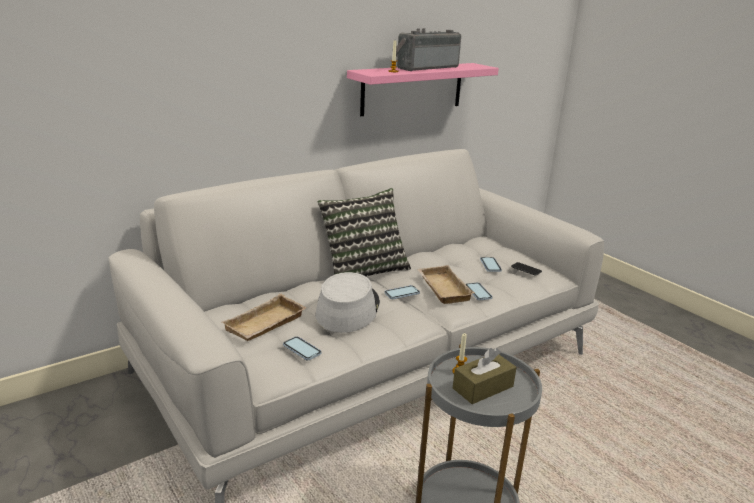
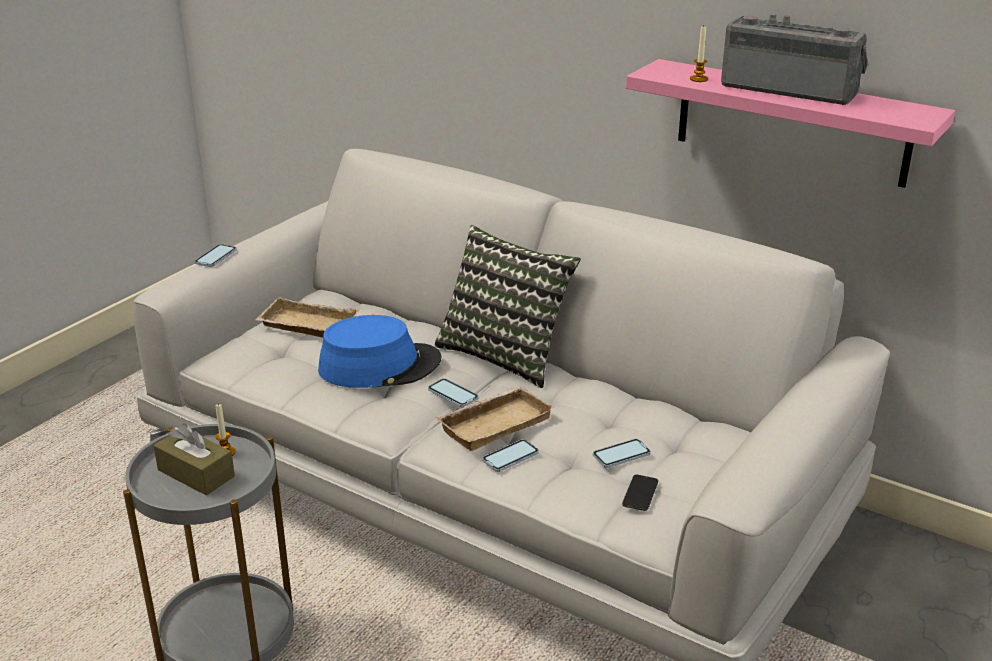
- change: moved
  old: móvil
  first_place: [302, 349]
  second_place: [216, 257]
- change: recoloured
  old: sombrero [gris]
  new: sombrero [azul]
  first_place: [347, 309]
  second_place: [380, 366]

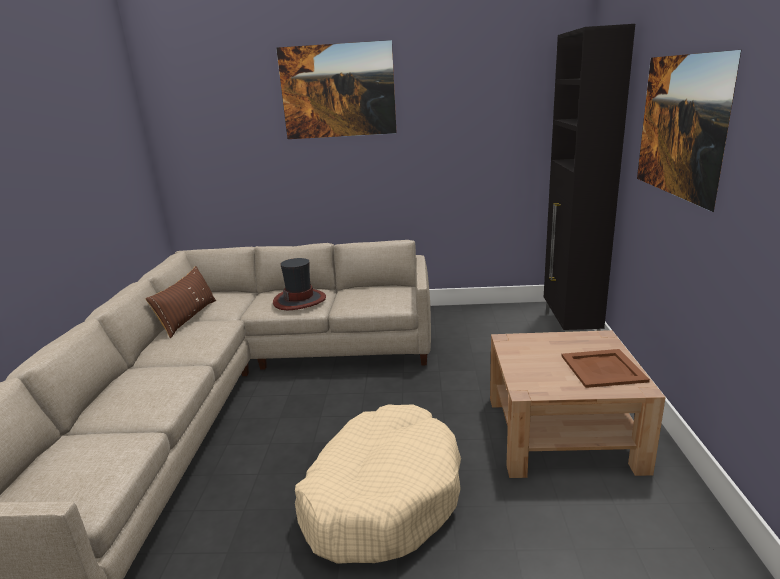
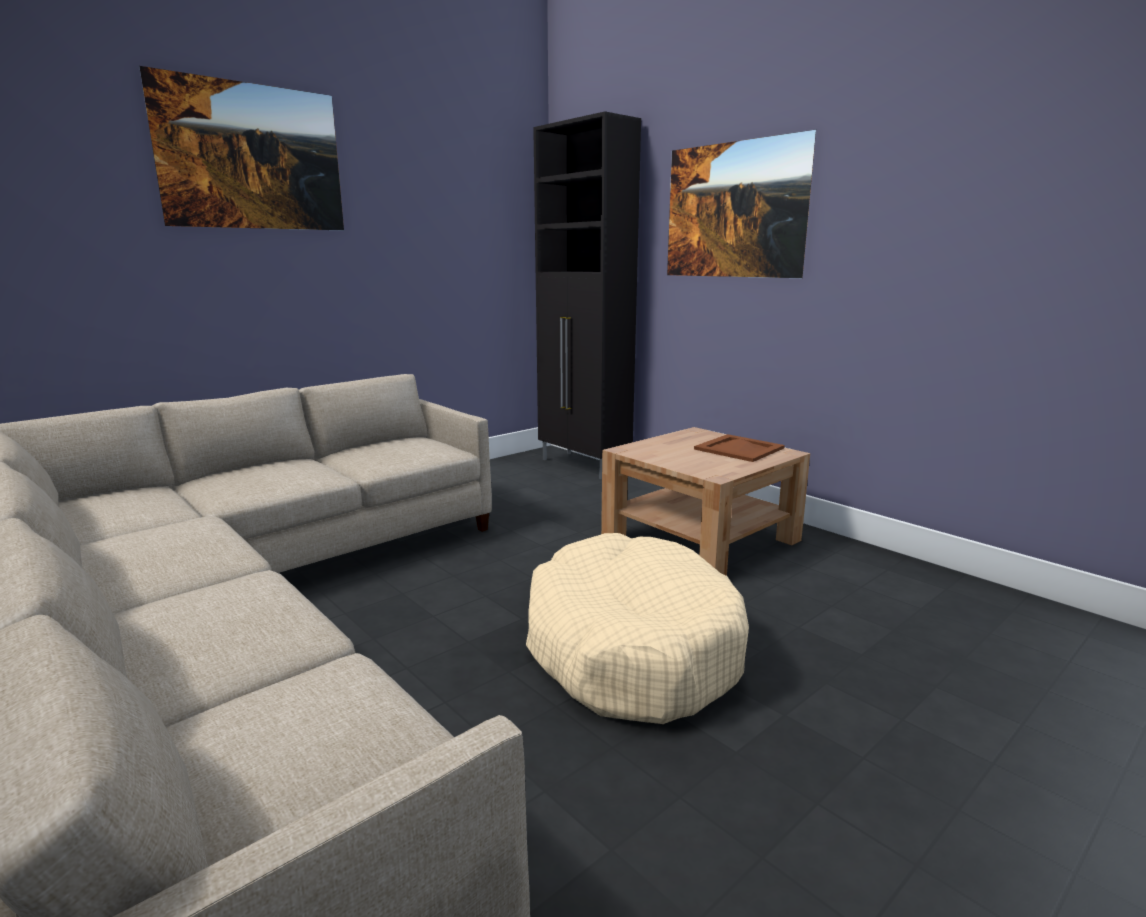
- change: removed
  old: cojín [marrón]
  first_place: [188, 318]
- change: removed
  old: sombrero
  first_place: [300, 300]

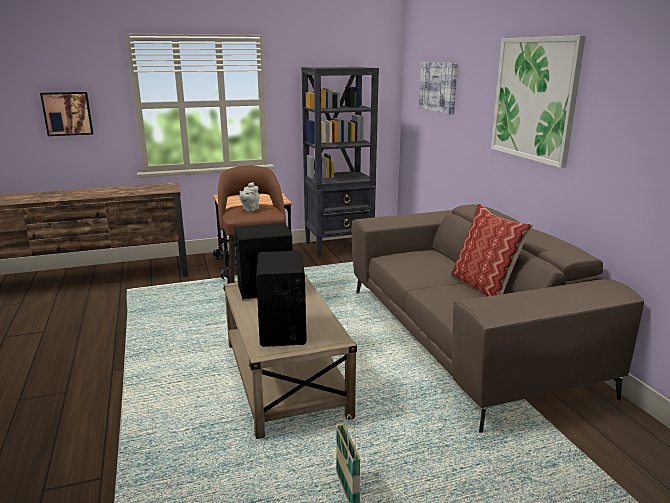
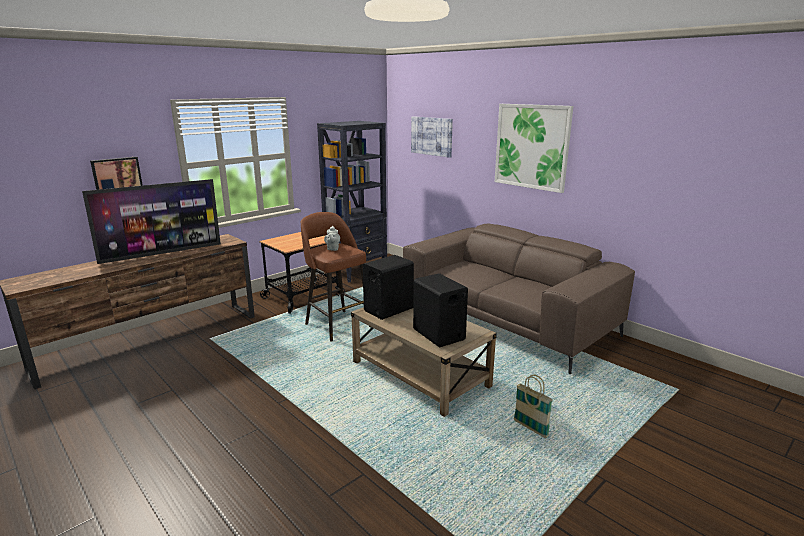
- change: removed
  old: cojín
  first_place: [484, 287]
- change: added
  new: televisor
  second_place: [162, 253]

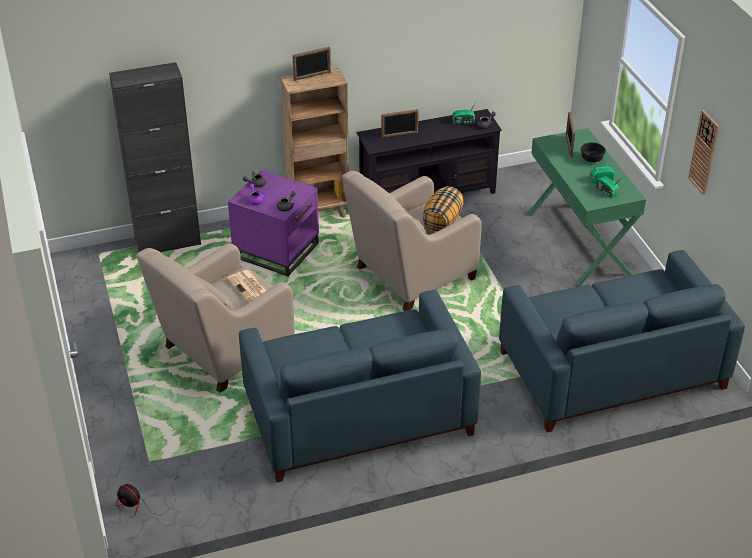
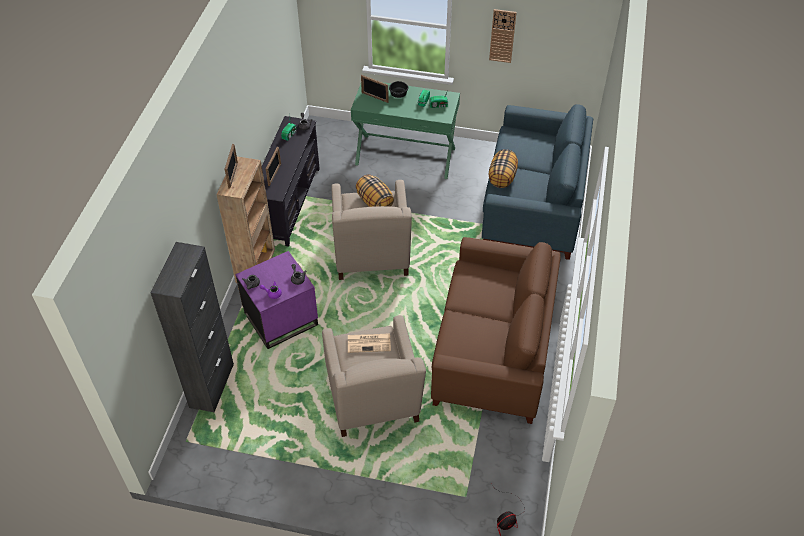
- change: recoloured
  old: sofá [azul]
  new: sofá [marrón]
  first_place: [357, 414]
  second_place: [493, 348]
- change: added
  new: cojín
  second_place: [502, 177]

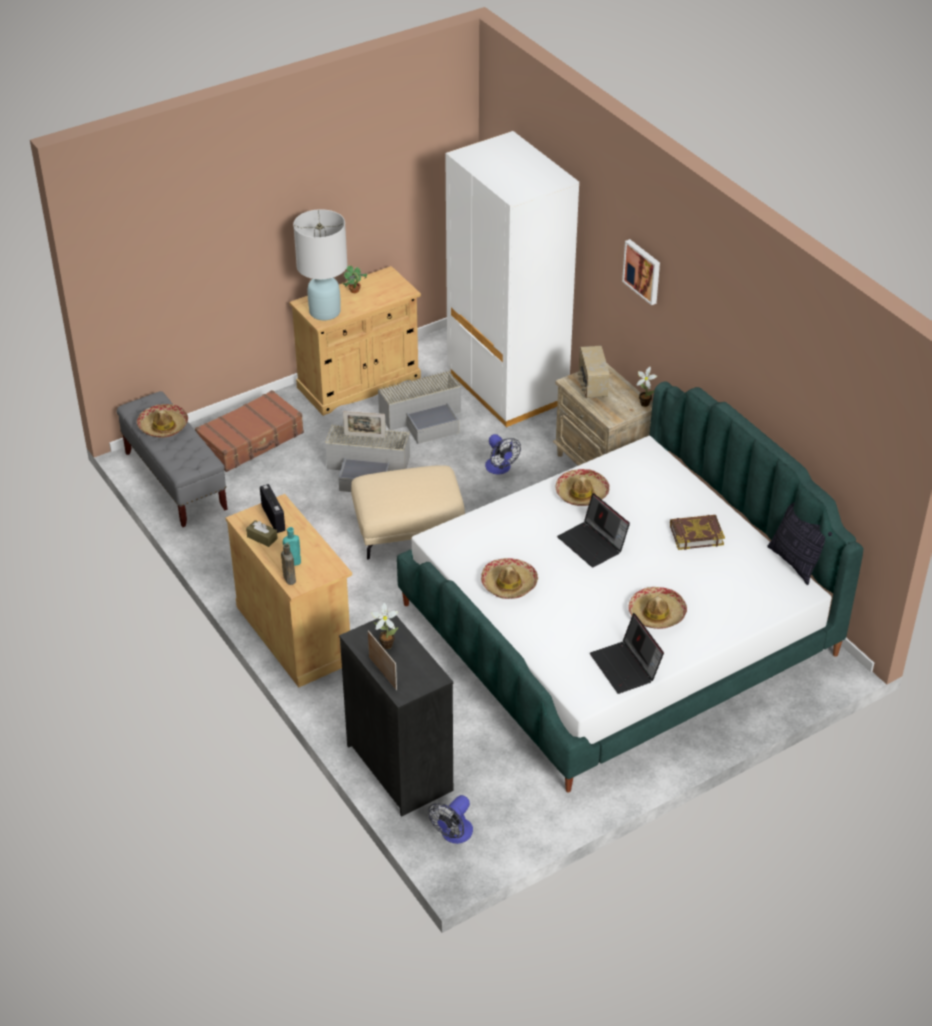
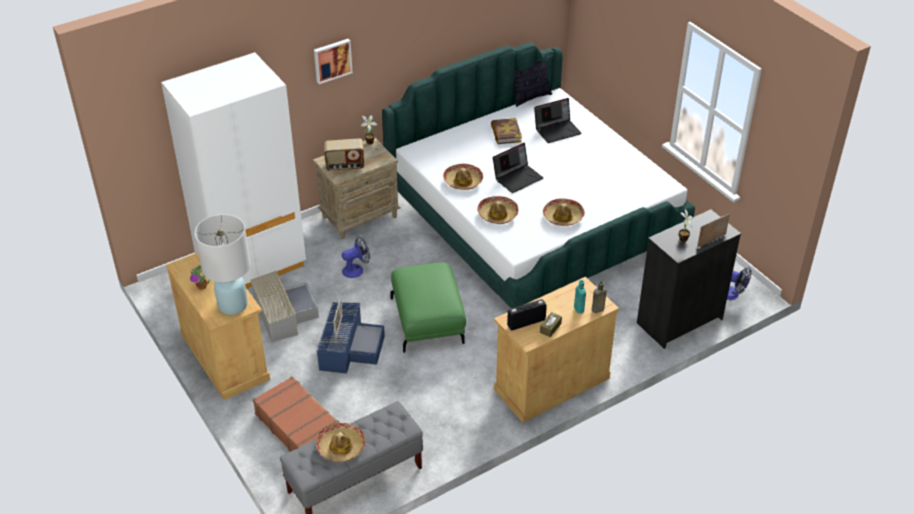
- change: recoloured
  old: caja de almacenaje [gris]
  new: caja de almacenaje [azul]
  first_place: [368, 469]
  second_place: [349, 346]
- change: recoloured
  old: puf [beis]
  new: puf [verde]
  first_place: [408, 530]
  second_place: [428, 321]
- change: moved
  old: portátil
  first_place: [626, 667]
  second_place: [557, 130]
- change: moved
  old: sombrero
  first_place: [656, 614]
  second_place: [497, 214]

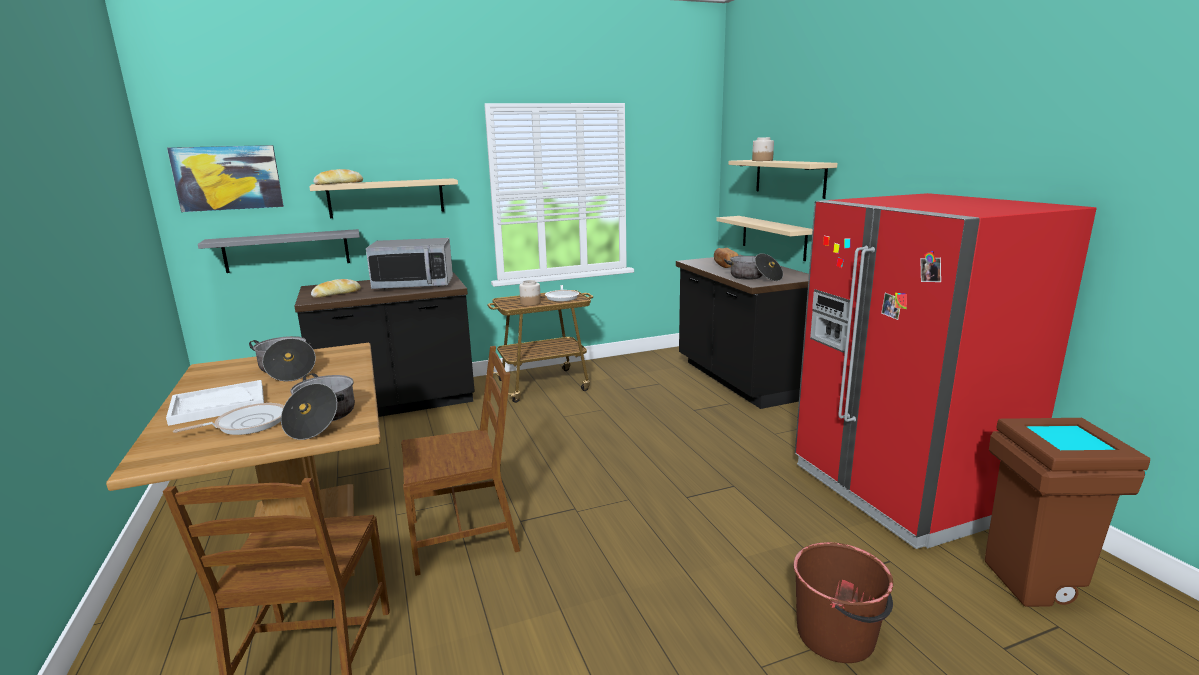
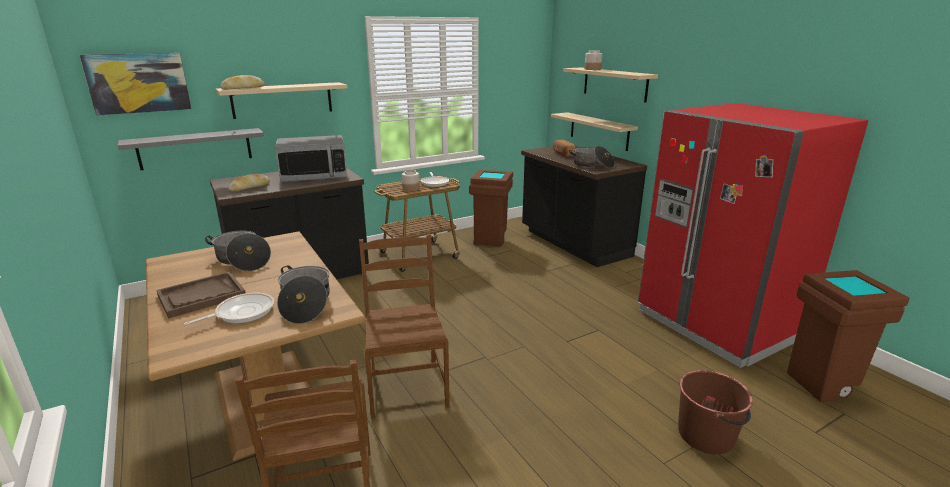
- change: recoloured
  old: bandeja [blanco]
  new: bandeja [marrón]
  first_place: [218, 405]
  second_place: [201, 296]
- change: turned
  old: silla [marrón]
  first_place: [465, 536]
  second_place: [406, 386]
  degrees: -75
- change: added
  new: papelera [marrón]
  second_place: [491, 240]

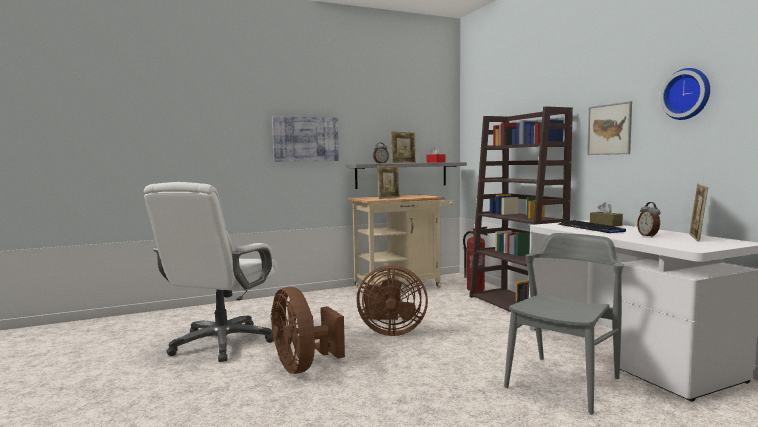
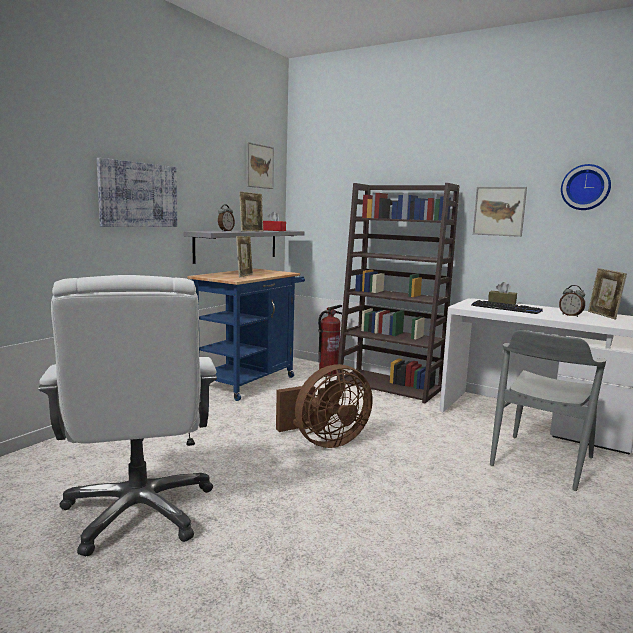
- change: removed
  old: ventilador [marrón]
  first_place: [303, 366]
- change: recoloured
  old: carrito [beis]
  new: carrito [azul]
  first_place: [402, 286]
  second_place: [250, 381]
- change: turned
  old: silla [gris]
  first_place: [563, 383]
  second_place: [541, 461]
  degrees: -150
- change: added
  new: cuadro
  second_place: [259, 166]

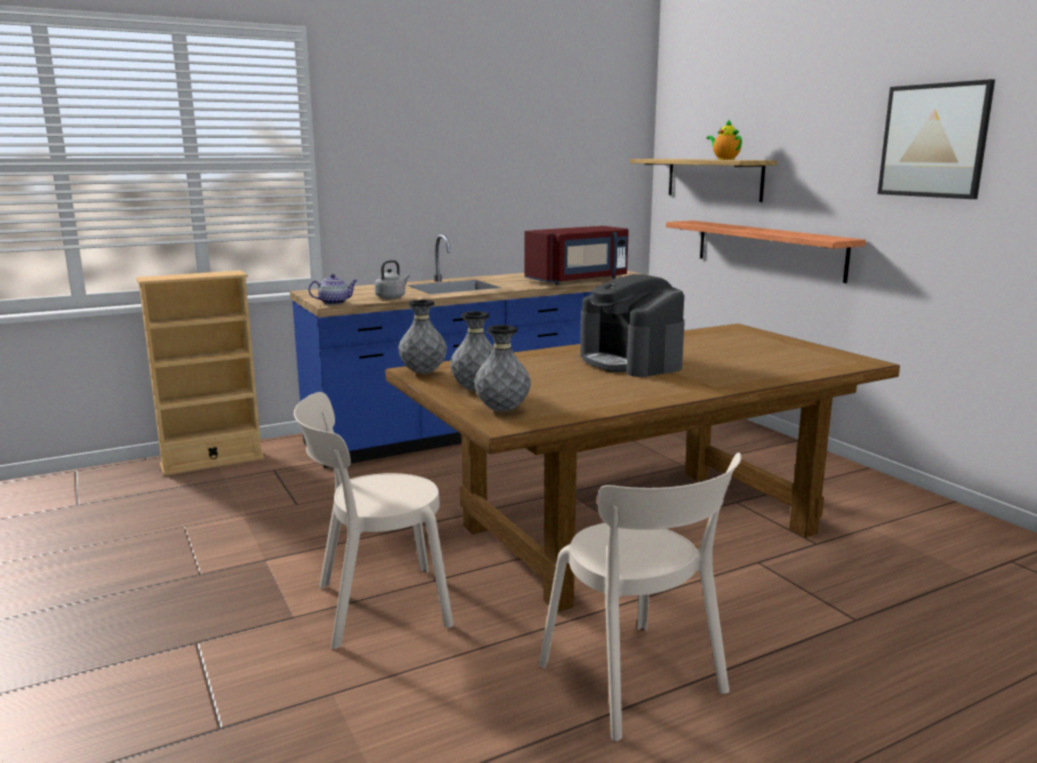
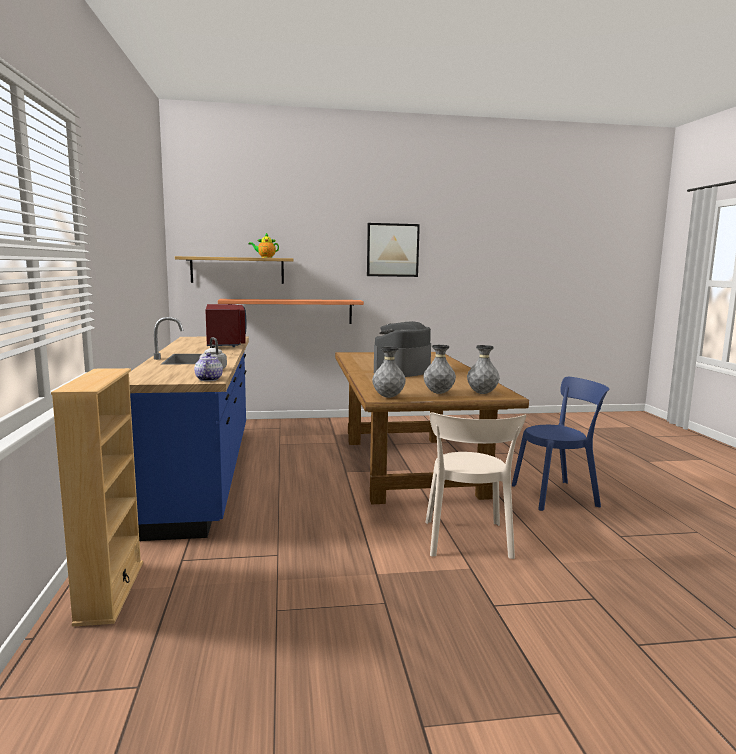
- change: recoloured
  old: silla [beis]
  new: silla [azul]
  first_place: [636, 683]
  second_place: [558, 495]
- change: turned
  old: cafetera
  first_place: [630, 362]
  second_place: [402, 371]
  degrees: 135

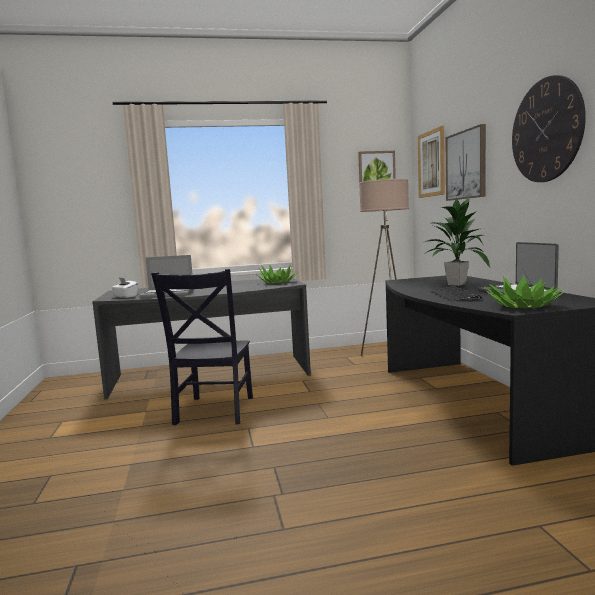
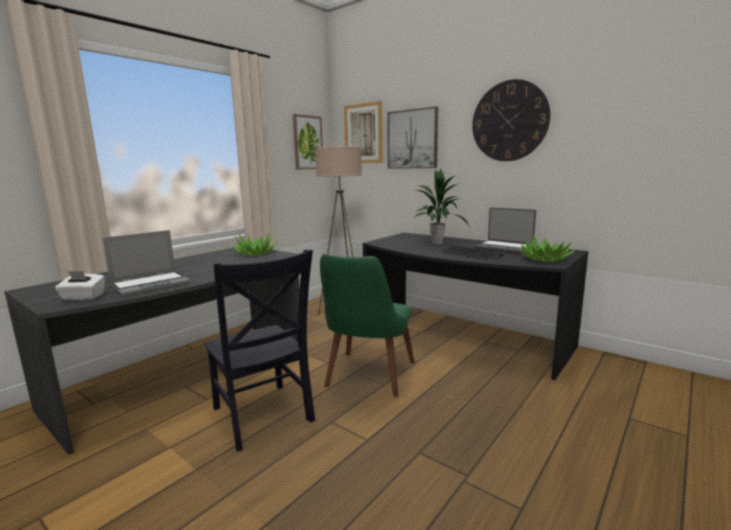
- change: added
  new: silla [verde]
  second_place: [367, 379]

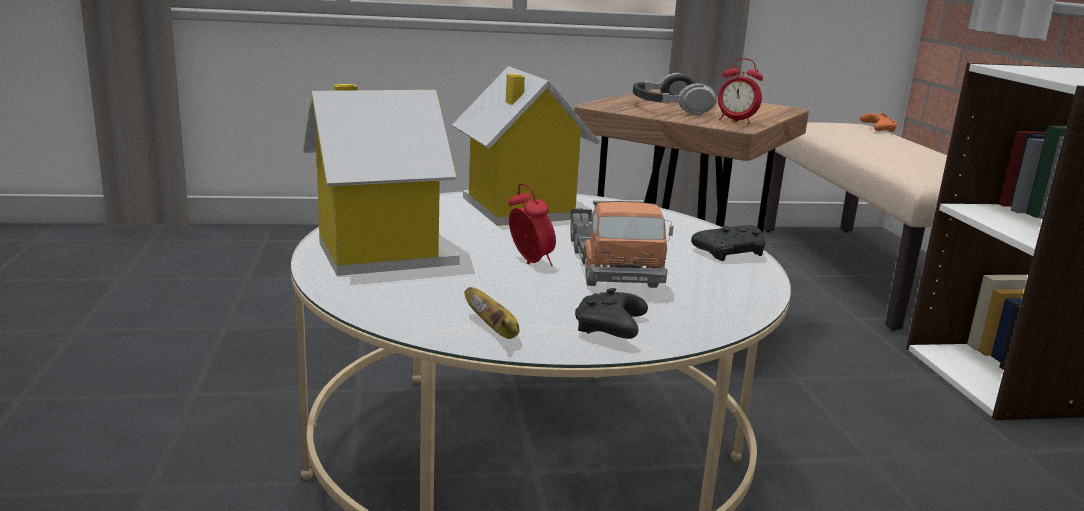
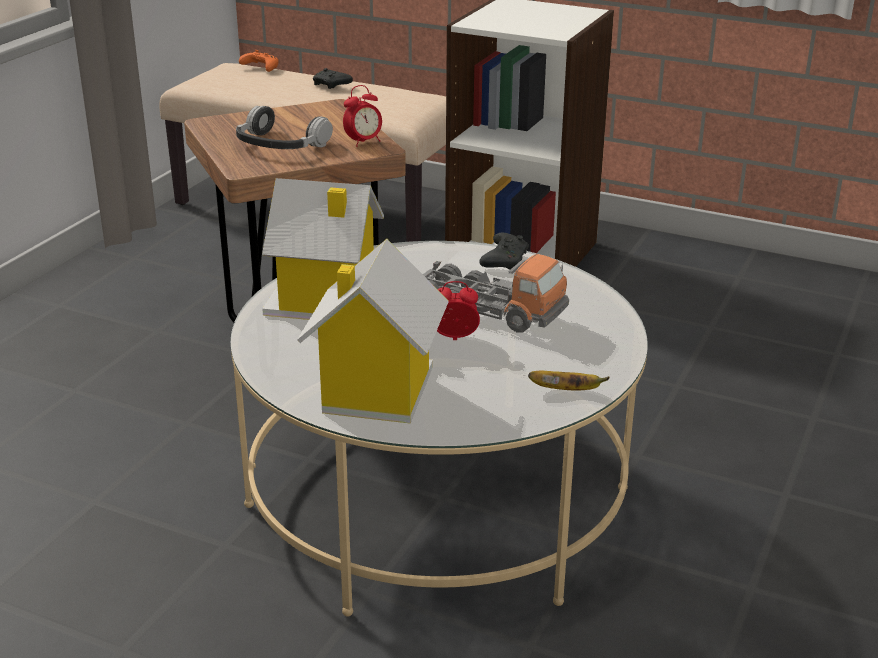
- change: moved
  old: mando de consola [negro]
  first_place: [610, 330]
  second_place: [332, 86]

